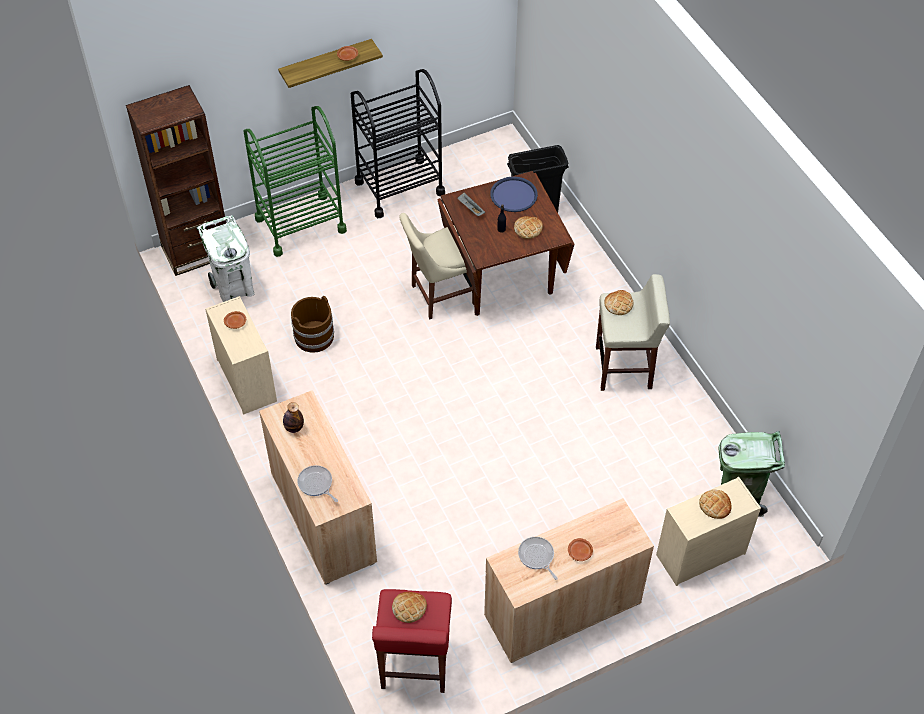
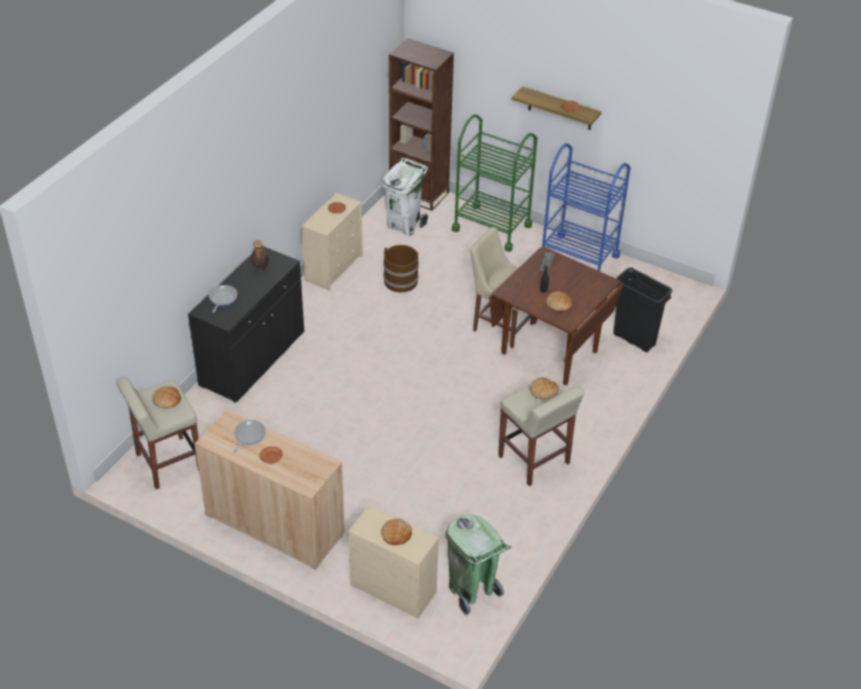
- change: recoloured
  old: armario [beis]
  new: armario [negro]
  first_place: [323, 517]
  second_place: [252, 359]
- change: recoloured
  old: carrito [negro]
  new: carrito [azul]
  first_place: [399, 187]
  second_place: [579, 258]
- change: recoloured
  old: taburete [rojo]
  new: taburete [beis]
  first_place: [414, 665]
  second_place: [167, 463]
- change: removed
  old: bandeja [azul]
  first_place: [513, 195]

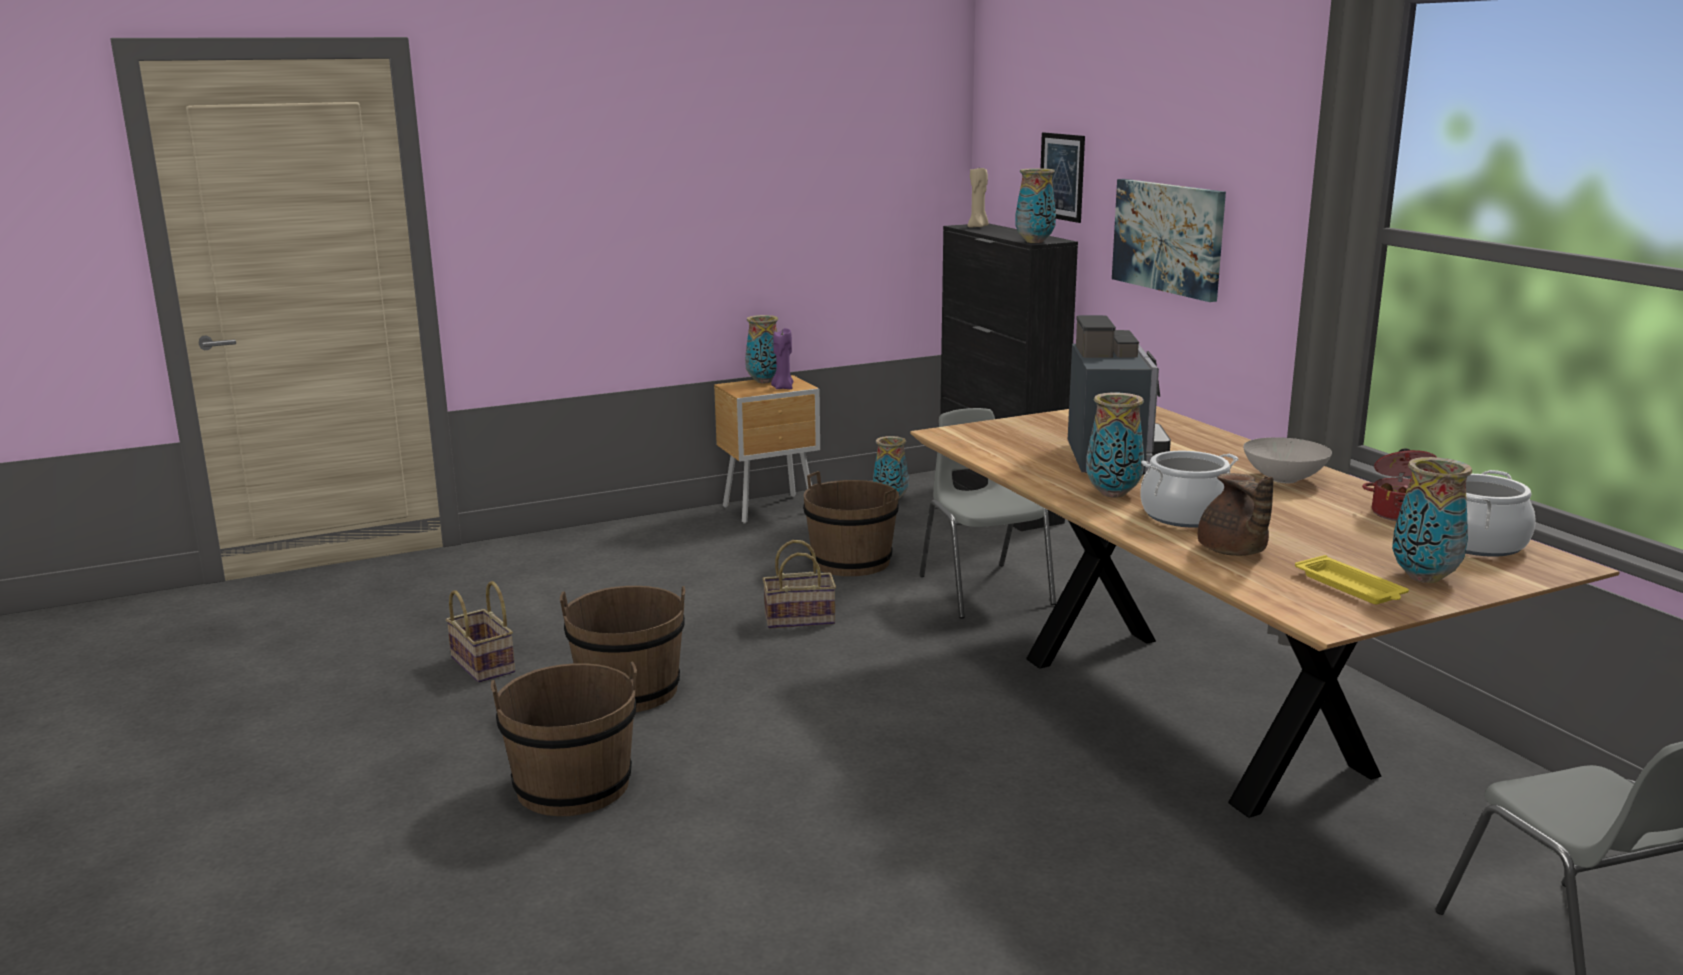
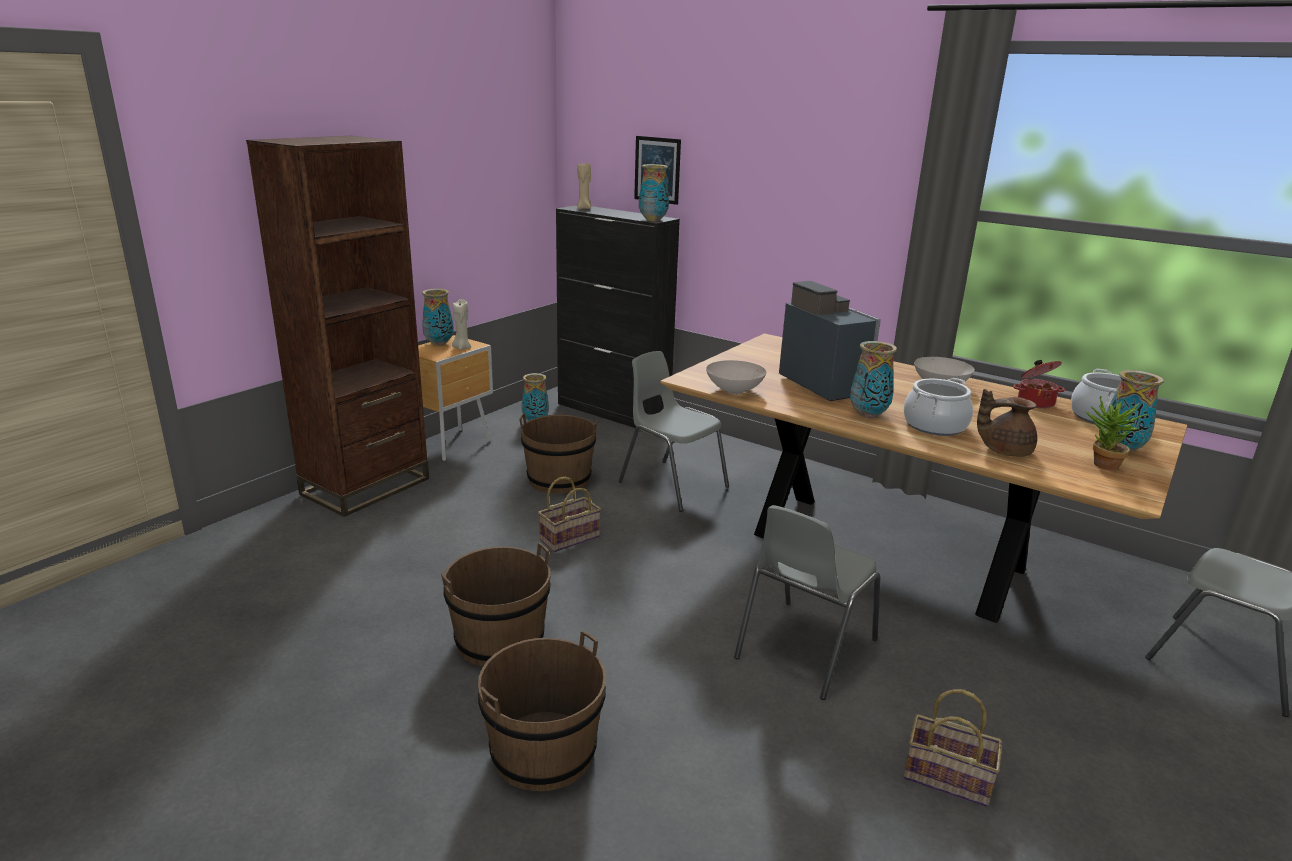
- change: moved
  old: cesta
  first_place: [485, 665]
  second_place: [949, 777]
- change: recoloured
  old: vela [morado]
  new: vela [beis]
  first_place: [782, 388]
  second_place: [462, 348]
- change: removed
  old: cuadro
  first_place: [1168, 237]
- change: turned
  old: tetera [marrón]
  first_place: [1233, 552]
  second_place: [1003, 450]
  degrees: 135
- change: replaced
  old: bandeja [amarillo]
  new: planta en maceta
  first_place: [1351, 587]
  second_place: [1101, 465]
- change: added
  new: estantería [marrón]
  second_place: [366, 486]
- change: added
  new: cuenco [blanco]
  second_place: [735, 391]
- change: added
  new: silla [gris]
  second_place: [803, 649]

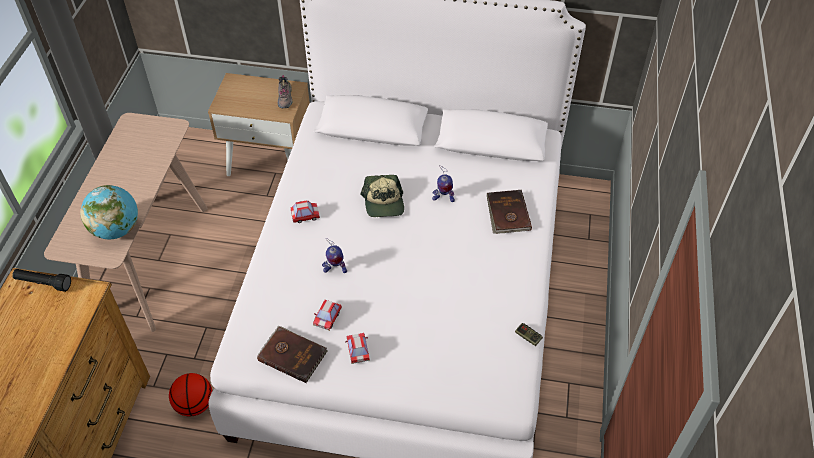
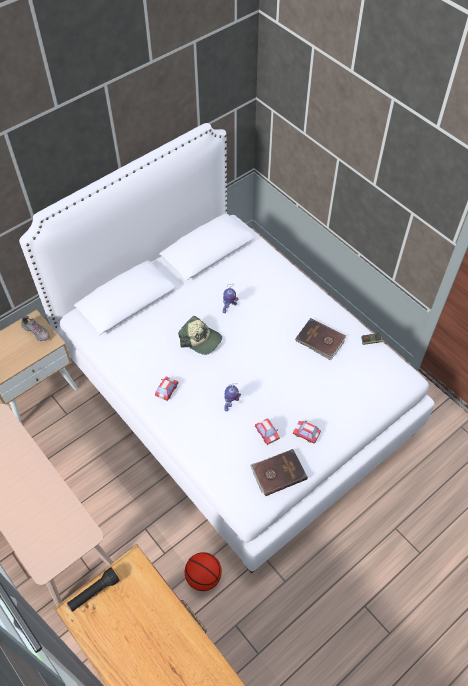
- change: removed
  old: globo terráqueo
  first_place: [116, 229]
- change: moved
  old: libro [marrón]
  first_place: [507, 214]
  second_place: [320, 340]

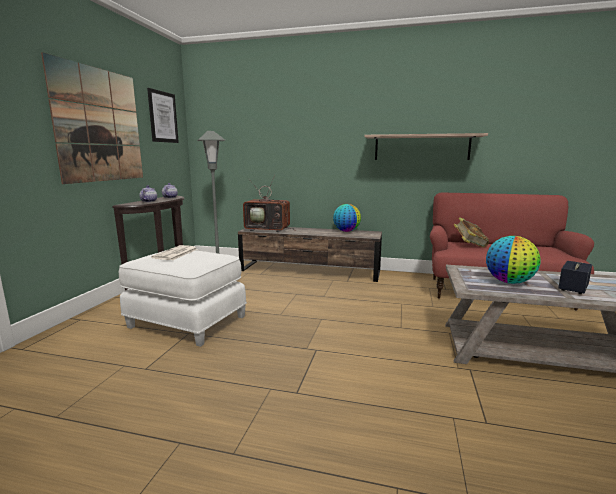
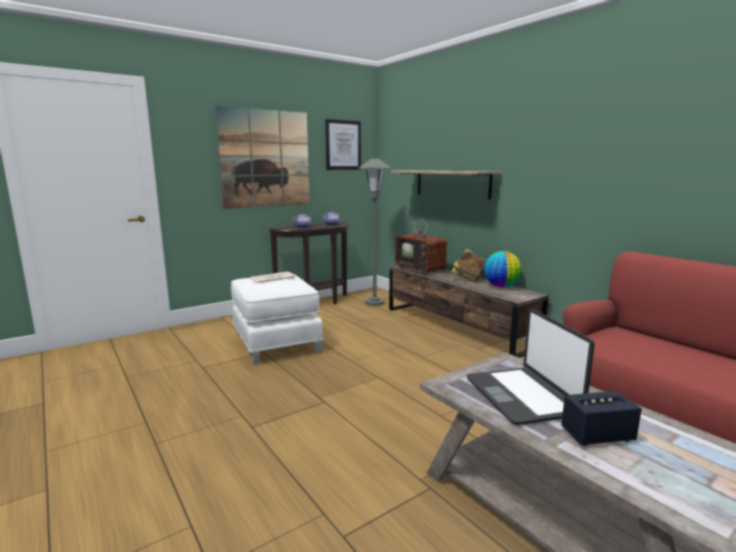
- change: moved
  old: estante
  first_place: [421, 147]
  second_place: [452, 183]
- change: moved
  old: libro
  first_place: [469, 245]
  second_place: [469, 279]
- change: replaced
  old: globo terráqueo
  new: portátil
  first_place: [509, 282]
  second_place: [522, 396]

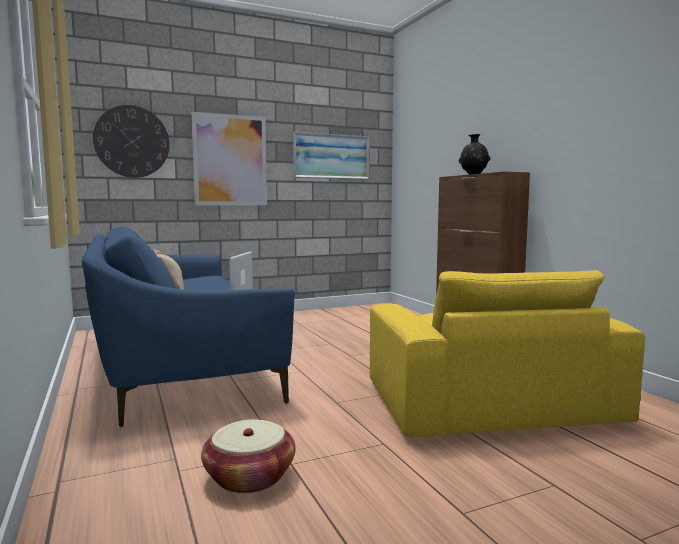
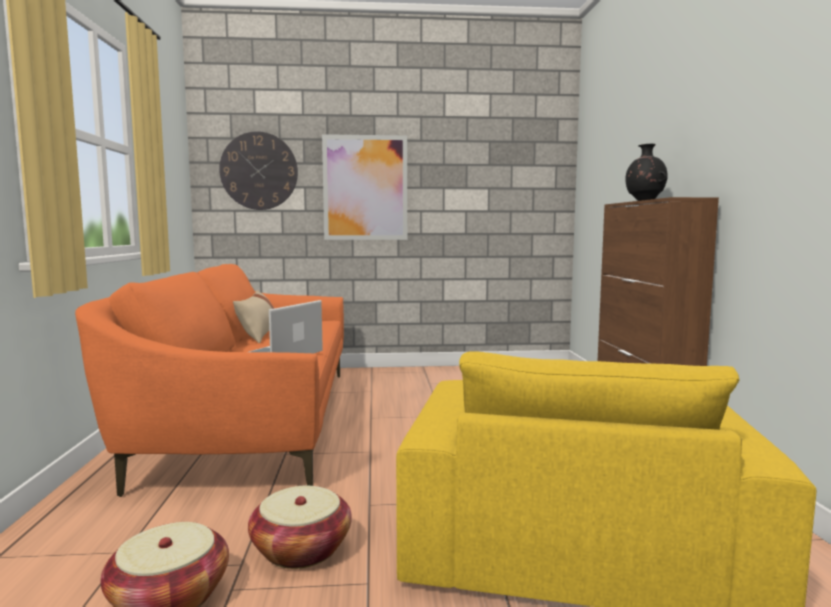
- change: recoloured
  old: sofá [azul]
  new: sofá [naranja]
  first_place: [178, 363]
  second_place: [253, 421]
- change: removed
  old: cuadro
  first_place: [332, 156]
- change: added
  new: cesta
  second_place: [301, 549]

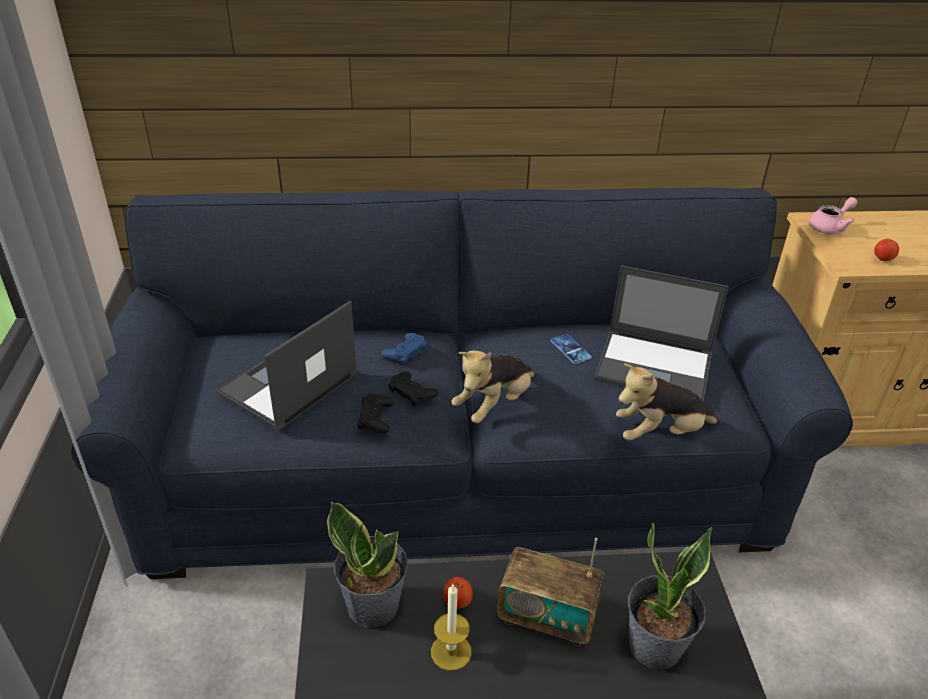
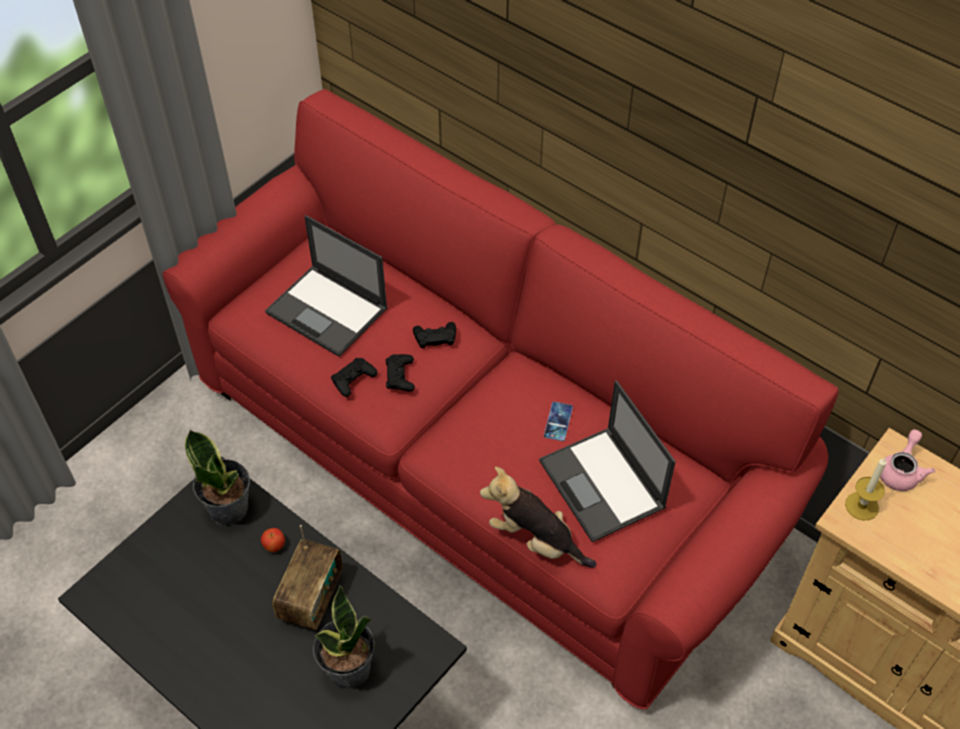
- change: recoloured
  old: sofá [azul]
  new: sofá [rojo]
  first_place: [460, 473]
  second_place: [480, 458]
- change: turned
  old: portátil
  first_place: [287, 384]
  second_place: [328, 311]
  degrees: -135
- change: recoloured
  old: mando de consola [azul]
  new: mando de consola [negro]
  first_place: [405, 352]
  second_place: [435, 337]
- change: moved
  old: vela
  first_place: [451, 652]
  second_place: [862, 506]
- change: removed
  old: peluche
  first_place: [494, 404]
- change: turned
  old: radio
  first_place: [547, 617]
  second_place: [311, 598]
  degrees: -135
- change: turned
  old: tetera [rosa]
  first_place: [830, 227]
  second_place: [901, 471]
  degrees: -75
- change: removed
  old: manzana
  first_place: [882, 259]

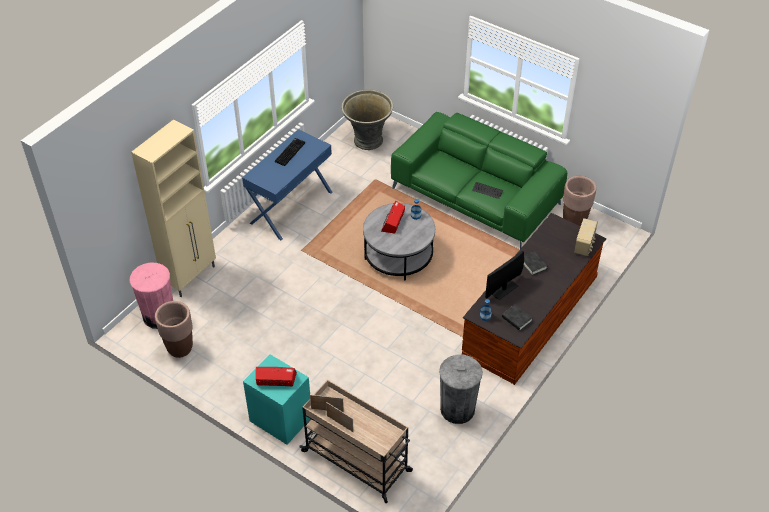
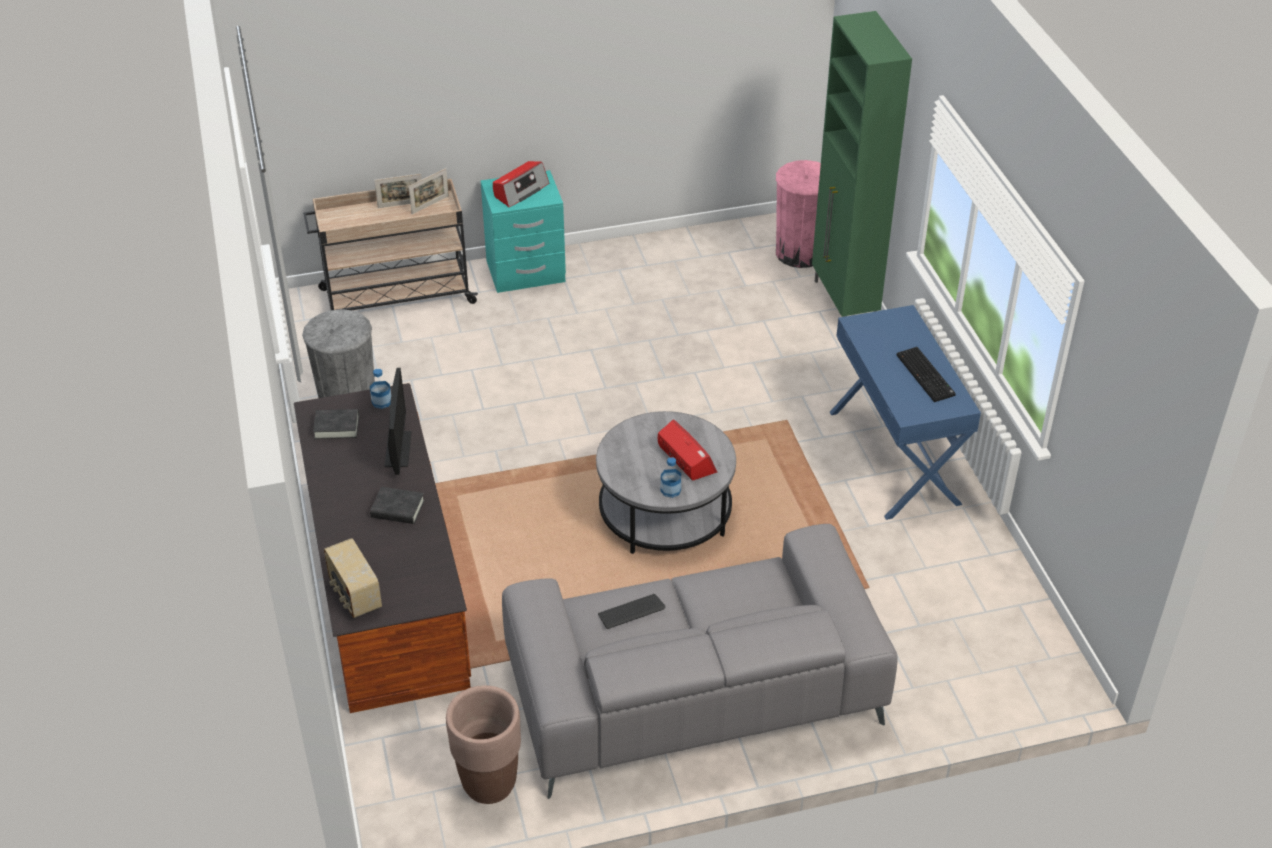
- change: recoloured
  old: armario [beis]
  new: armario [verde]
  first_place: [191, 277]
  second_place: [844, 303]
- change: removed
  old: maceta [marrón]
  first_place: [180, 348]
- change: removed
  old: maceta [gris]
  first_place: [367, 141]
- change: recoloured
  old: sofá [verde]
  new: sofá [gris]
  first_place: [476, 196]
  second_place: [693, 691]

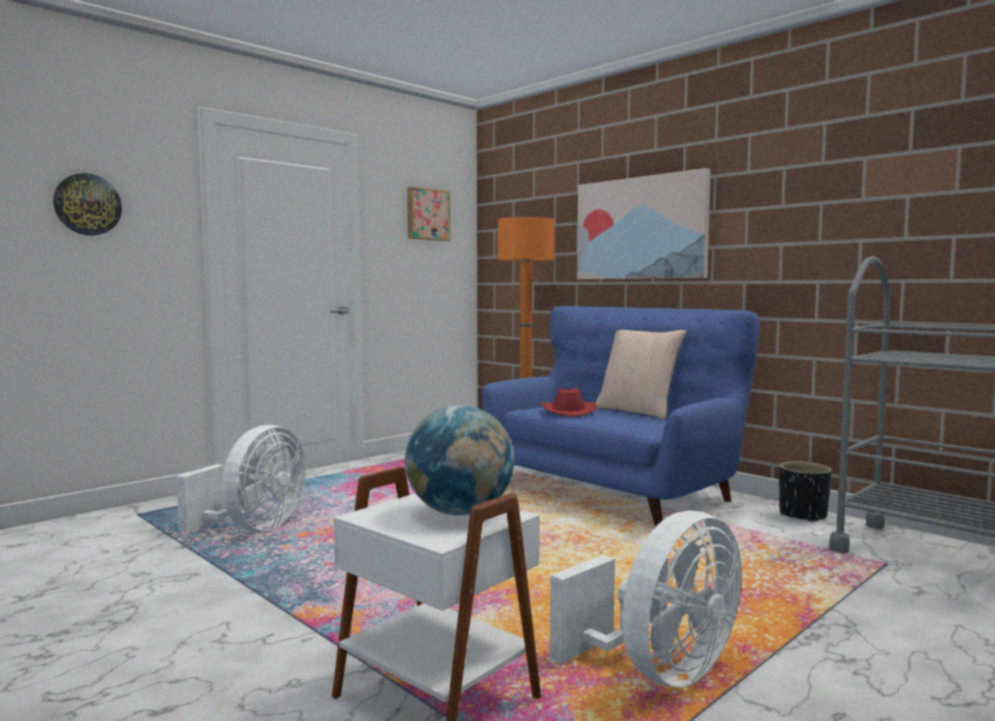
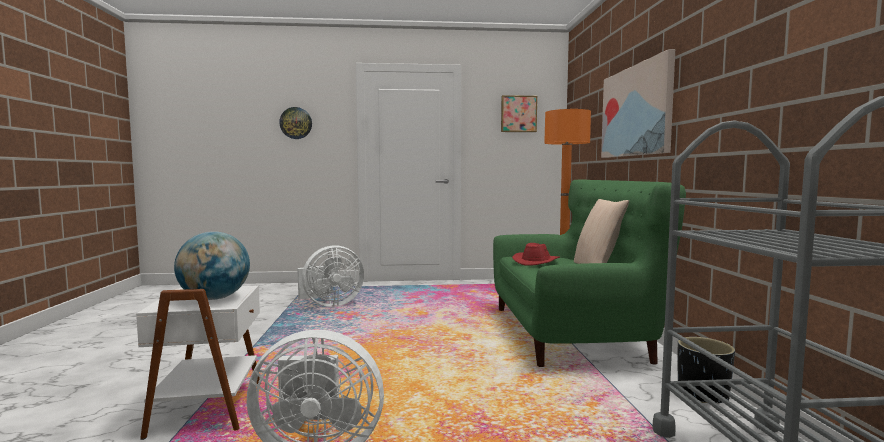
- change: recoloured
  old: sofá [azul]
  new: sofá [verde]
  first_place: [614, 491]
  second_place: [572, 332]

